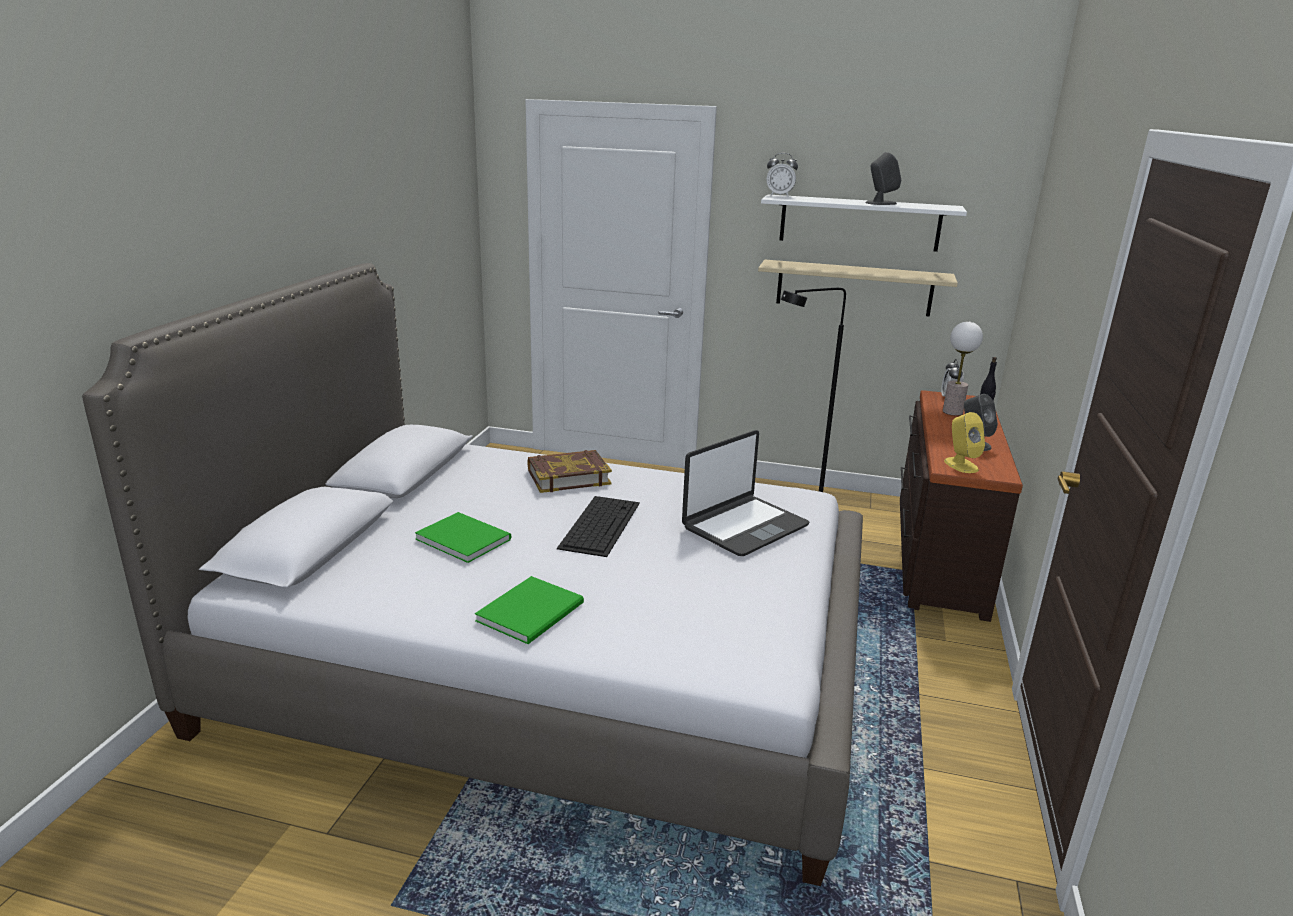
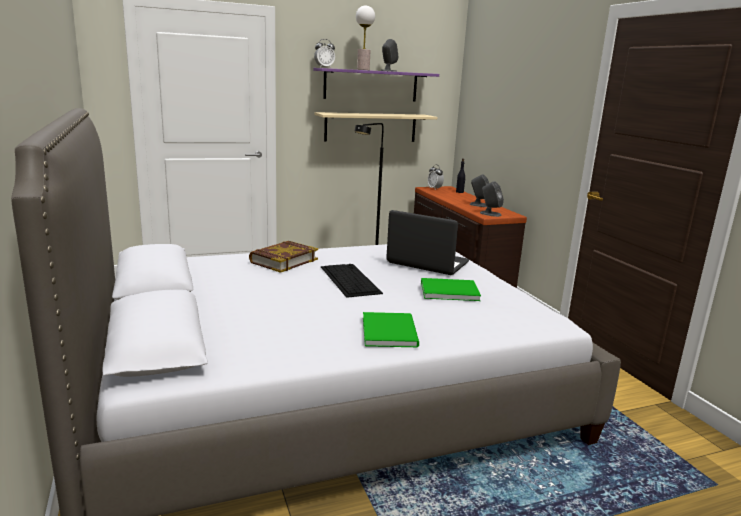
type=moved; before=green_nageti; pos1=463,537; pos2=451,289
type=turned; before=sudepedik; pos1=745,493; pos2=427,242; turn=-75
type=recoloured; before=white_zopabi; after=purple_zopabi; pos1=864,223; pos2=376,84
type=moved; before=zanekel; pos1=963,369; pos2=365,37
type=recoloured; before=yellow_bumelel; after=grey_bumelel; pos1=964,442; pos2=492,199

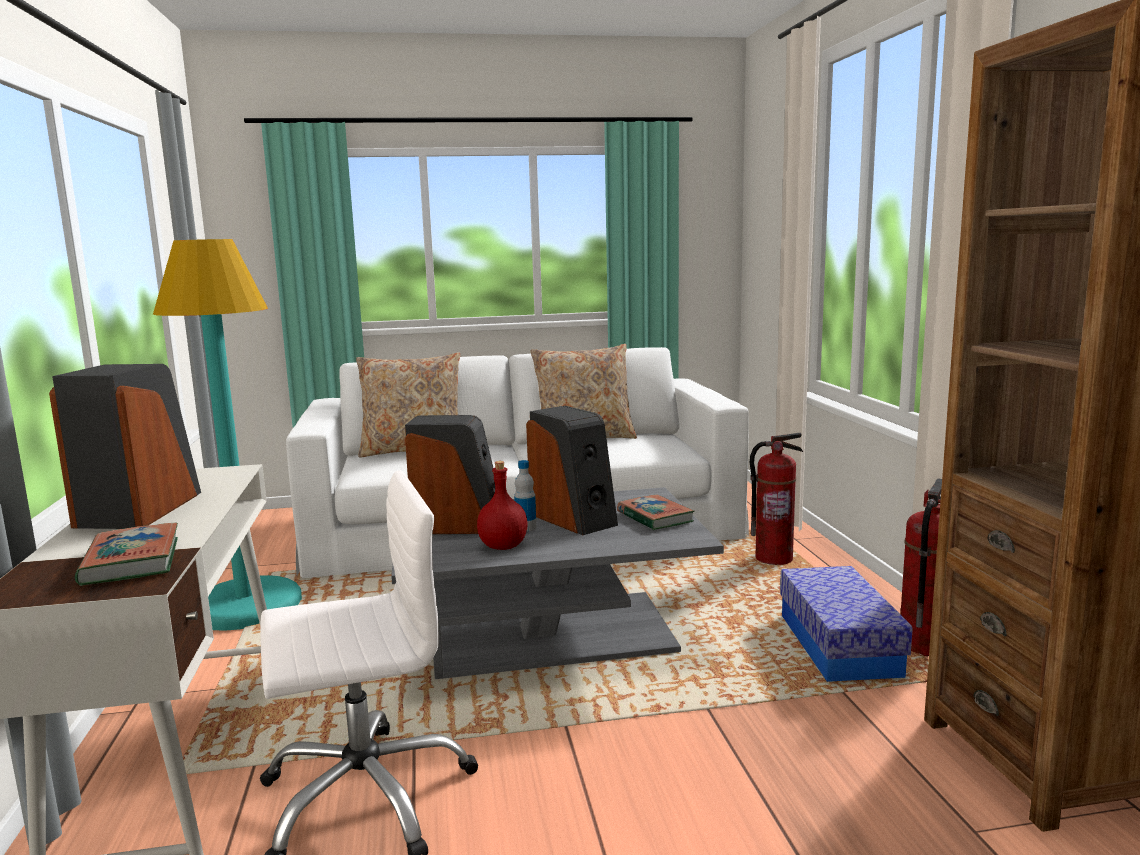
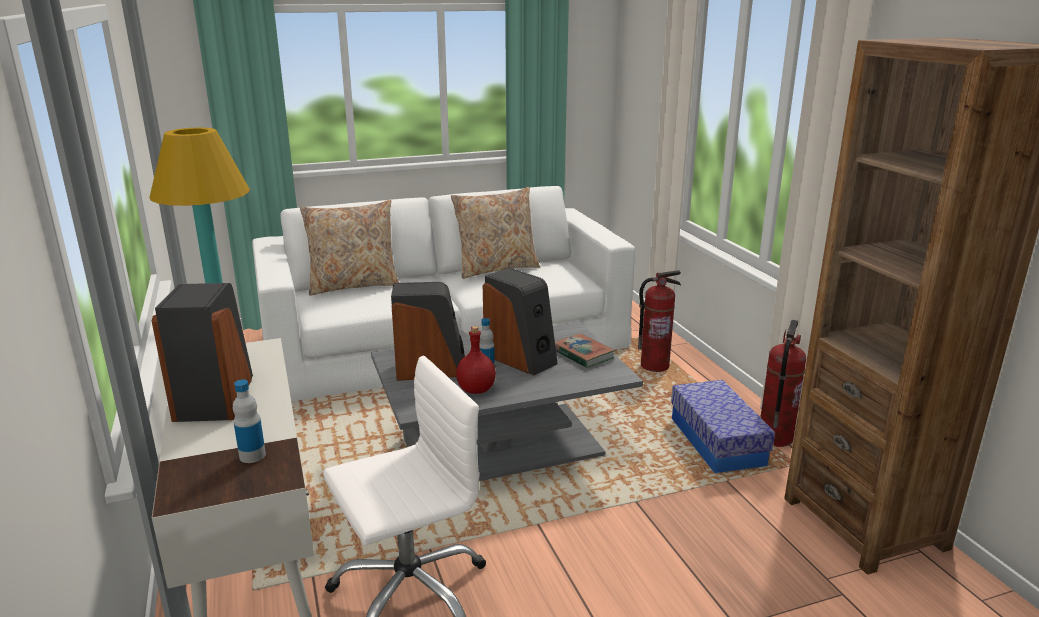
type=replaced; before=nageti; after=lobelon; pos1=126,554; pos2=249,421

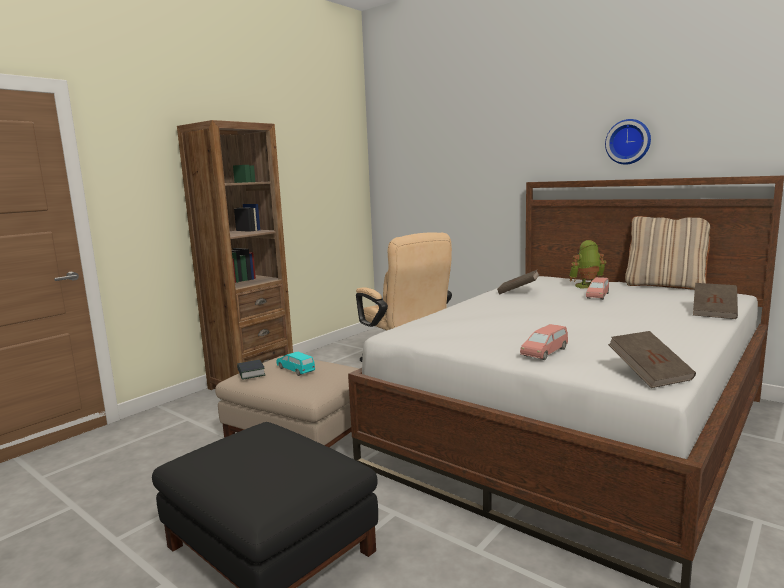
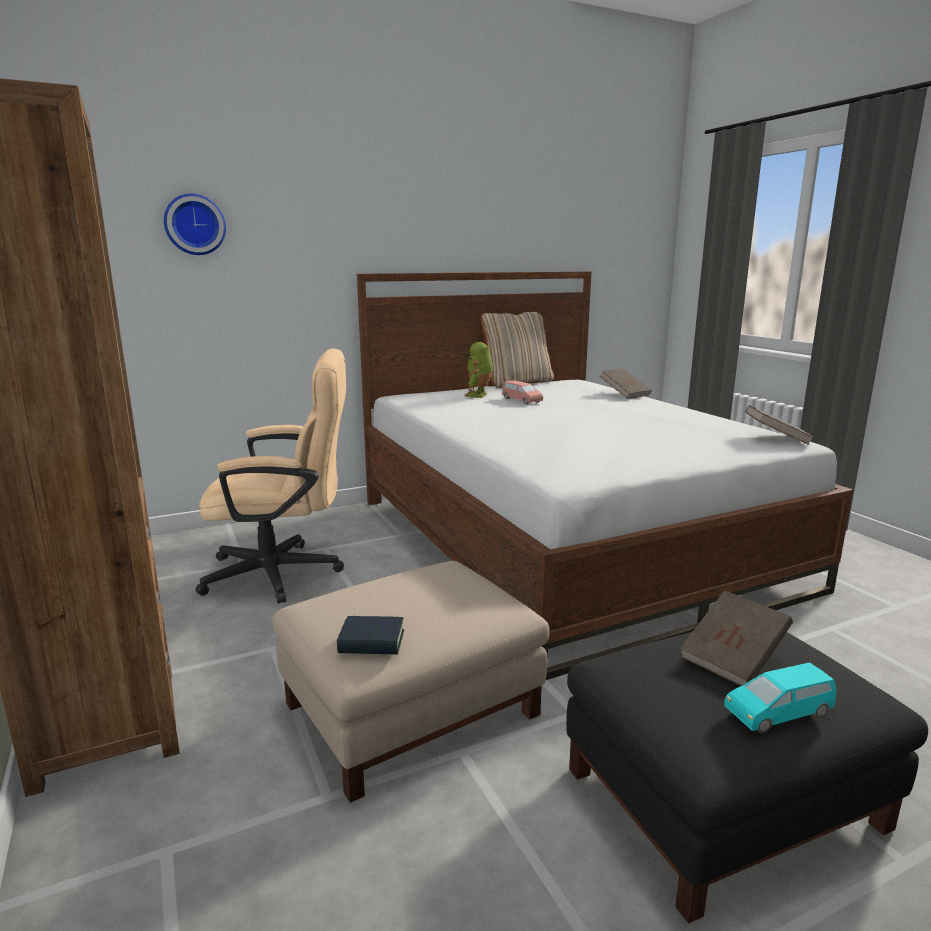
type=moved; before=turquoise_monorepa; pos1=295,364; pos2=780,697
type=moved; before=brown_nageti; pos1=518,282; pos2=736,638
type=removed; before=pink_monorepa; pos1=544,342
type=moved; before=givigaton; pos1=628,142; pos2=195,224

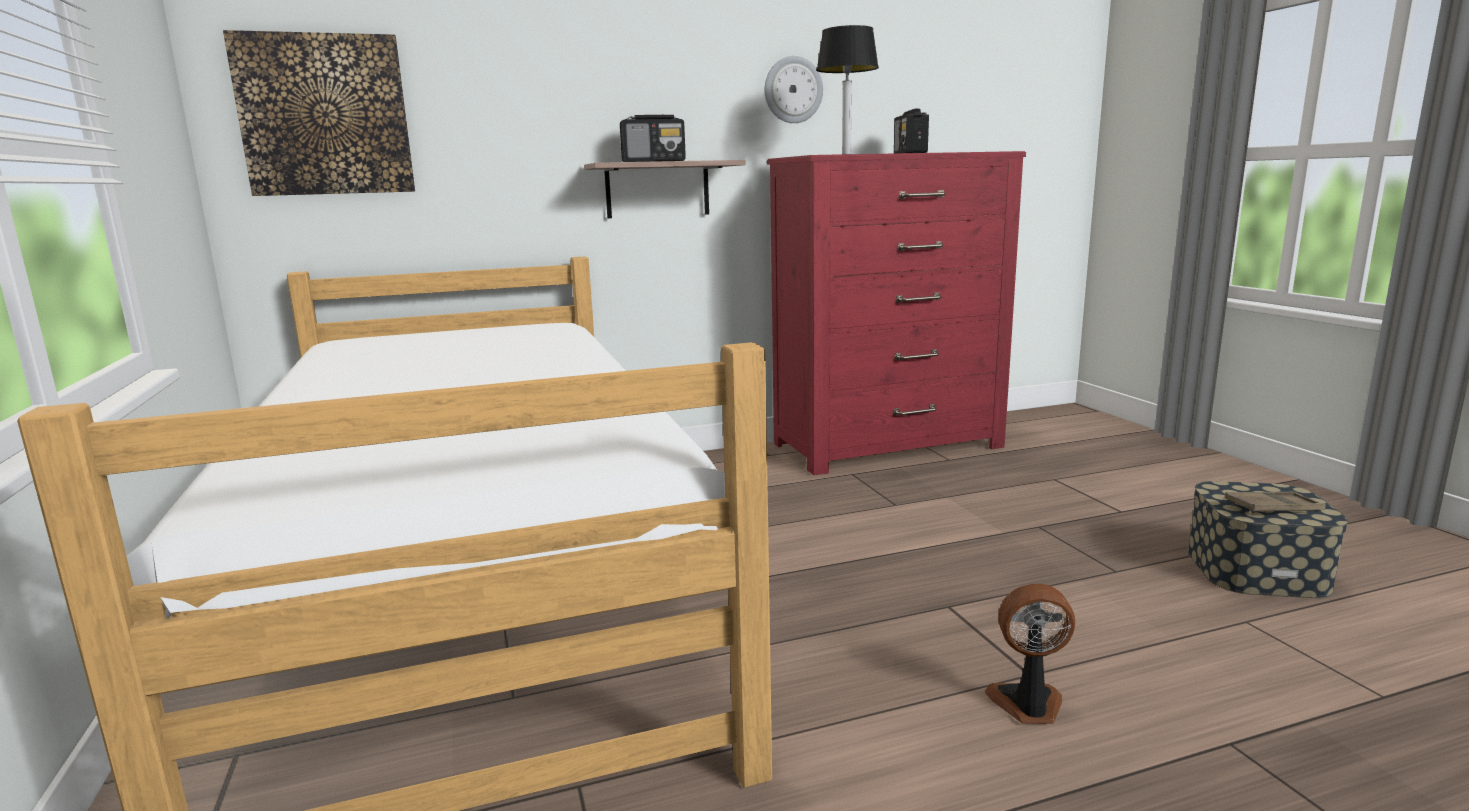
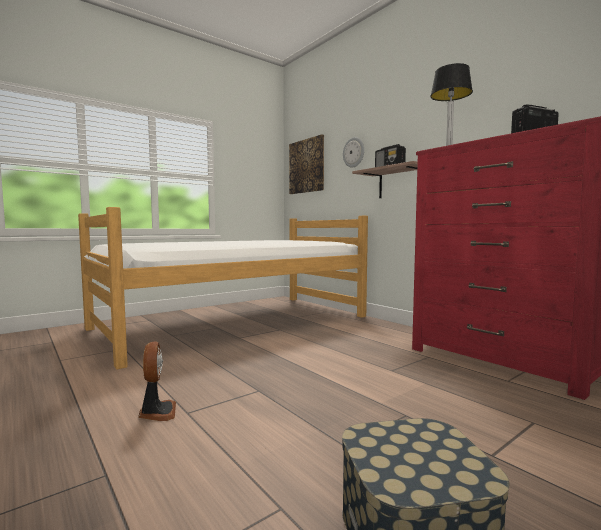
type=moved; before=givigaton; pos1=794,89; pos2=353,152
type=removed; before=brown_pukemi; pos1=1275,503

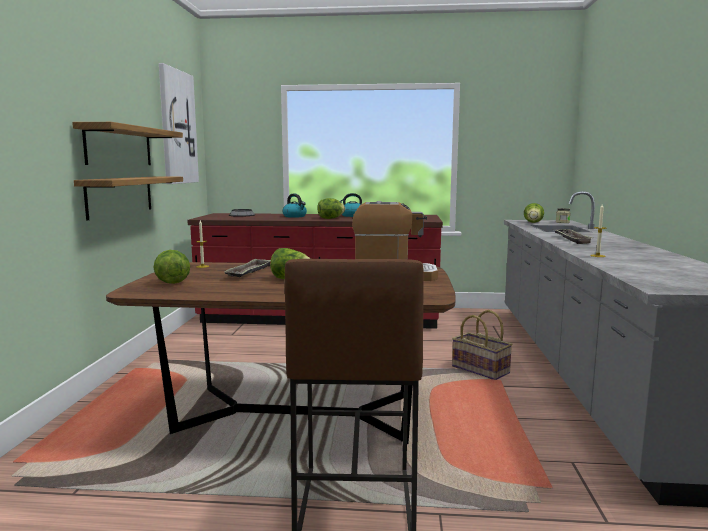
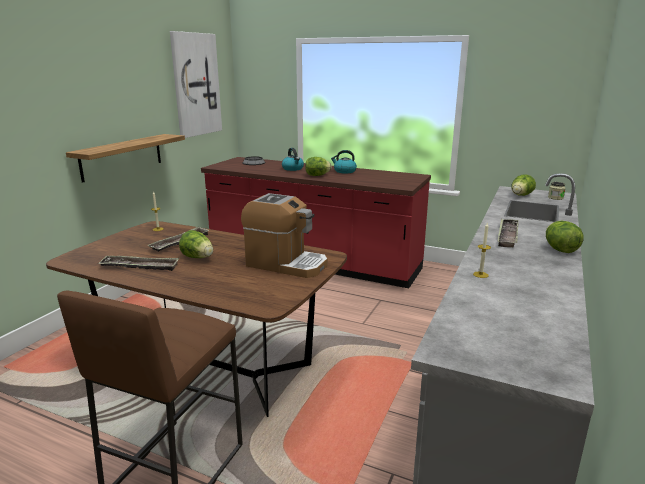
type=removed; before=zopabi; pos1=127,143
type=moved; before=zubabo; pos1=171,267; pos2=565,237
type=removed; before=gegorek; pos1=482,345
type=added; after=pukemi; pos2=138,263

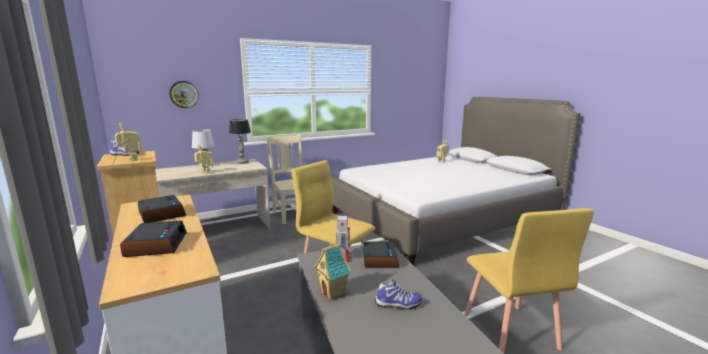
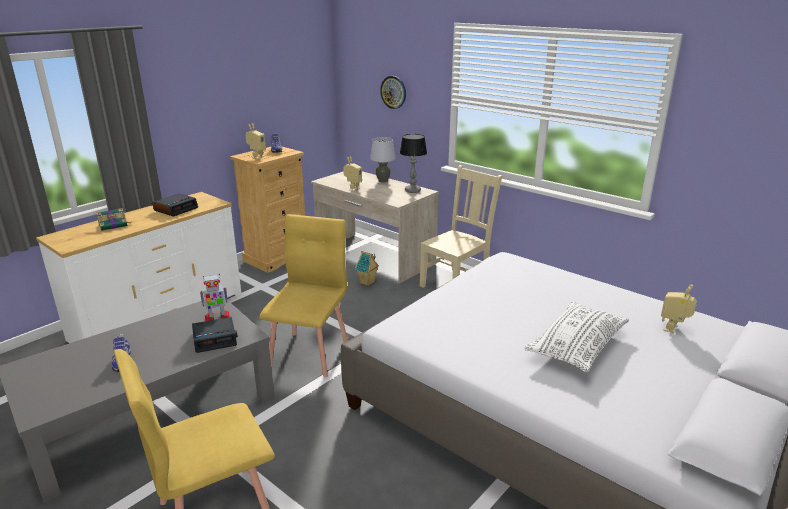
type=replaced; before=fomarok; after=nageti; pos1=153,239; pos2=113,219
type=moved; before=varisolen; pos1=332,271; pos2=367,268
type=added; after=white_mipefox; pos2=577,336

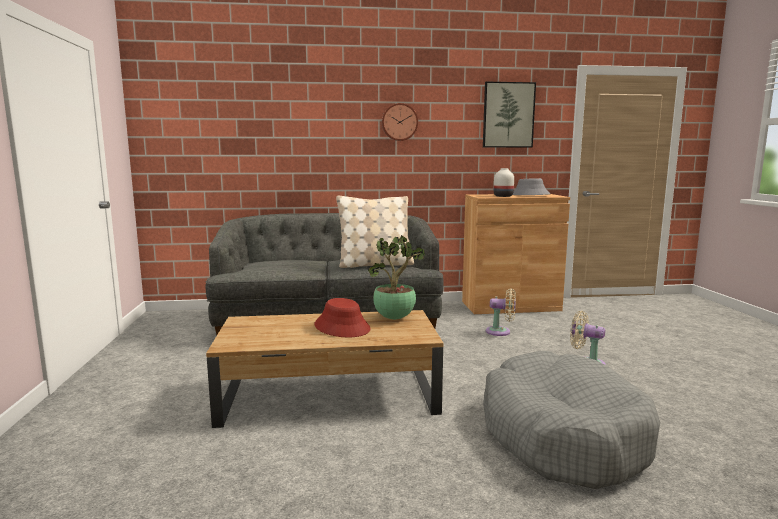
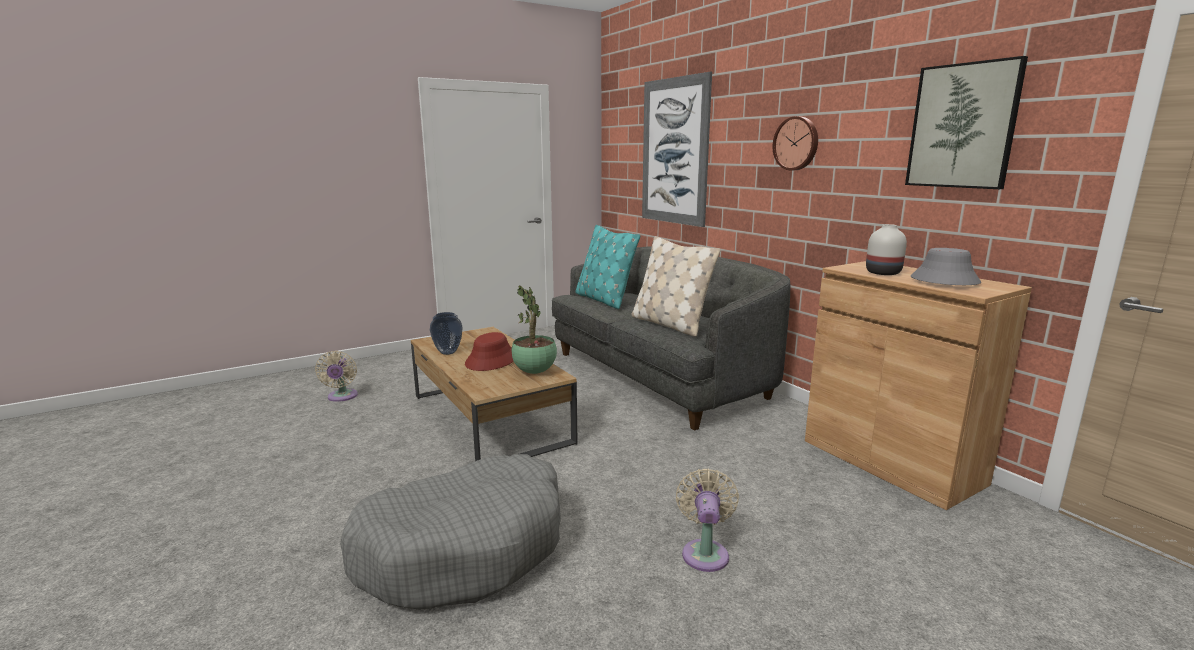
type=moved; before=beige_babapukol; pos1=501,312; pos2=336,376
type=added; after=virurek; pos2=446,333
type=added; after=turquoise_mipefox; pos2=608,267
type=added; after=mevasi; pos2=677,149

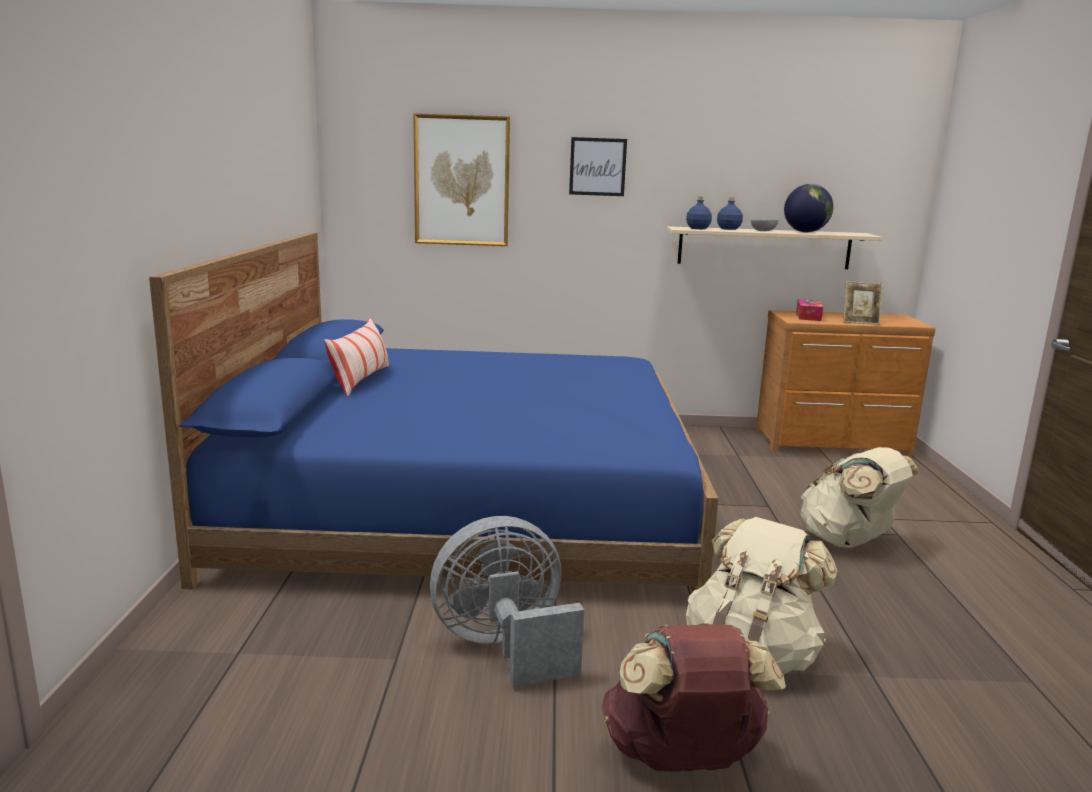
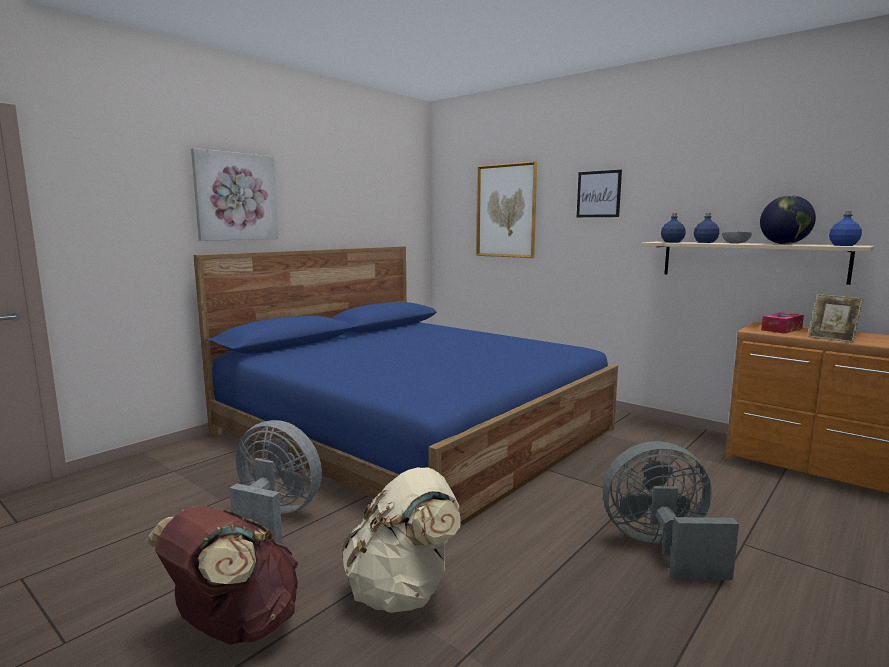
type=removed; before=mipefox; pos1=357,357
type=replaced; before=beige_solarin; after=grey_babapukol; pos1=860,497; pos2=671,510
type=added; after=mevasi; pos2=234,194
type=added; after=blue_lobelon; pos2=845,228

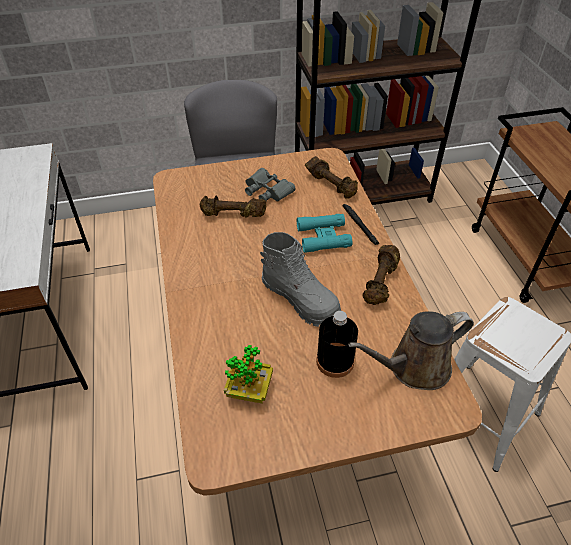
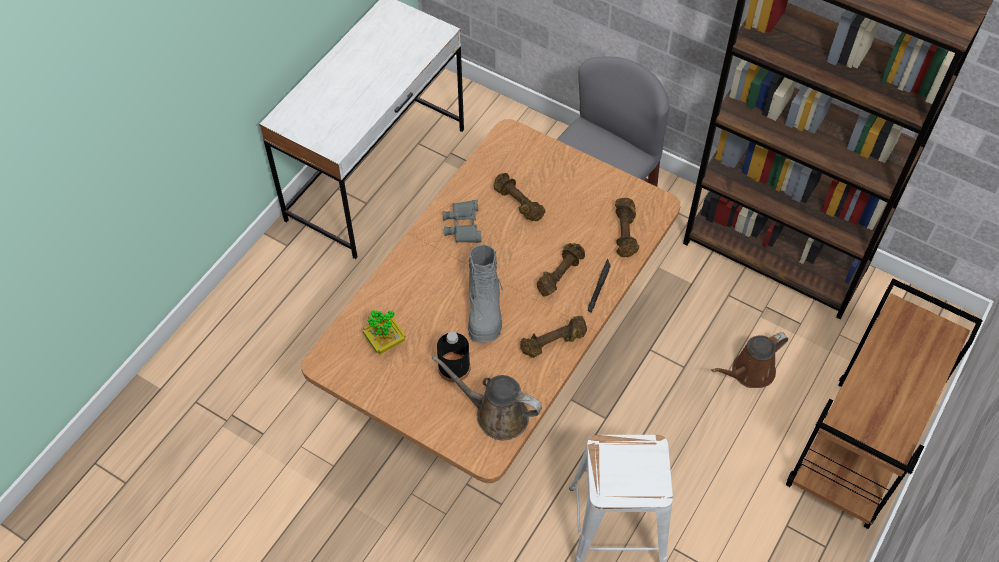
type=moved; before=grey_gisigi; pos1=270,184; pos2=462,221
type=replaced; before=turquoise_gisigi; after=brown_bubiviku; pos1=324,233; pos2=561,269
type=added; after=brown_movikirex; pos2=749,360

